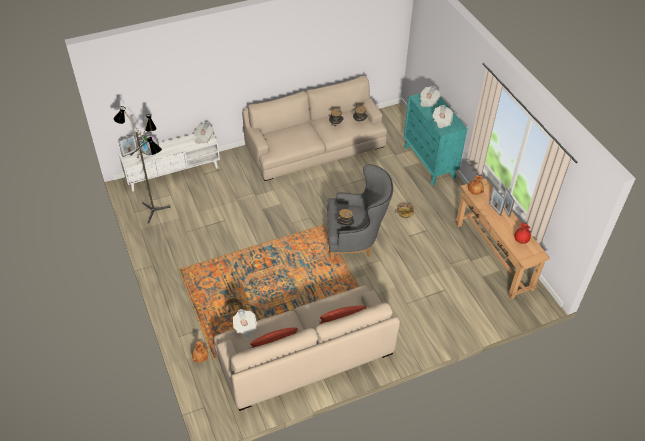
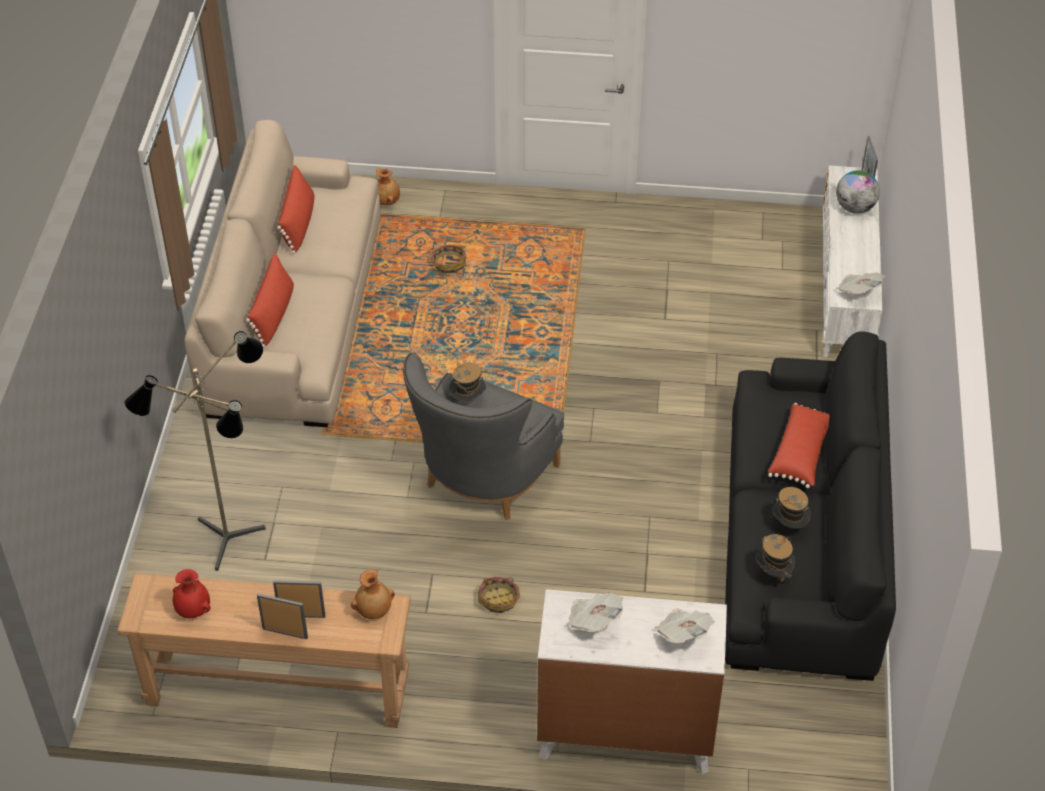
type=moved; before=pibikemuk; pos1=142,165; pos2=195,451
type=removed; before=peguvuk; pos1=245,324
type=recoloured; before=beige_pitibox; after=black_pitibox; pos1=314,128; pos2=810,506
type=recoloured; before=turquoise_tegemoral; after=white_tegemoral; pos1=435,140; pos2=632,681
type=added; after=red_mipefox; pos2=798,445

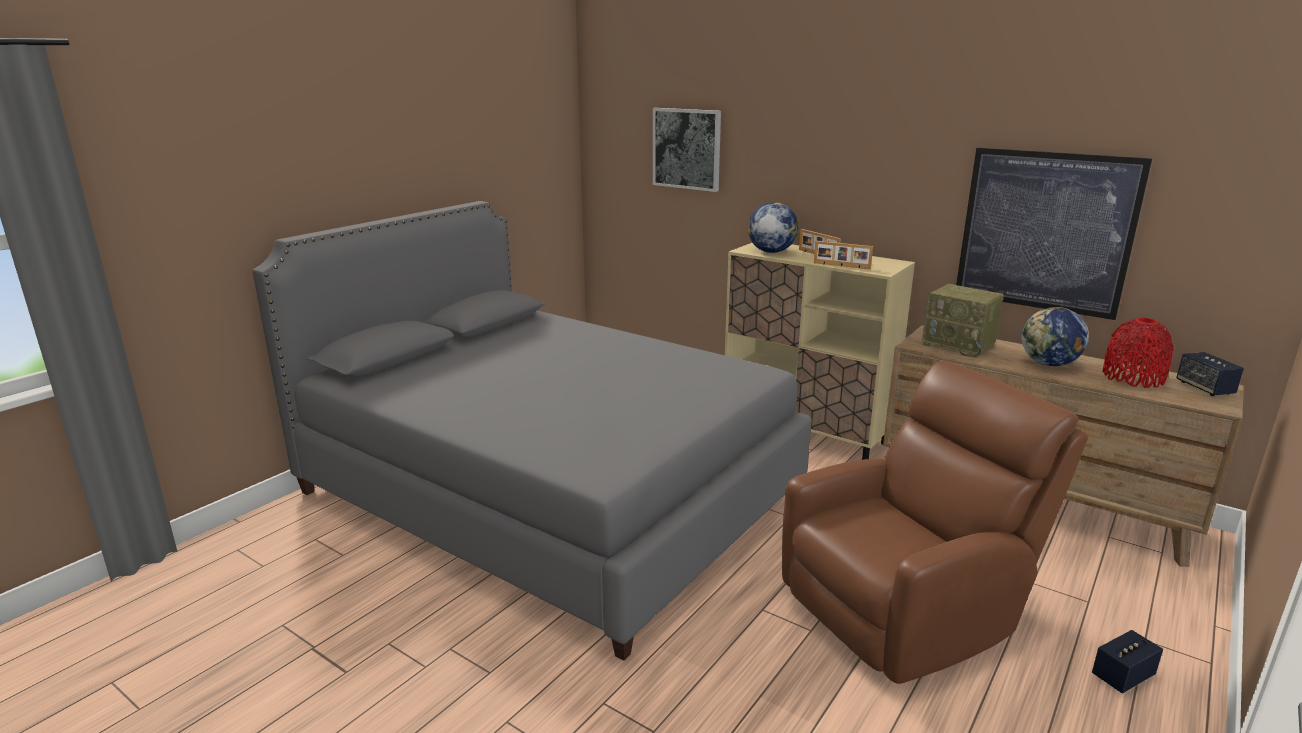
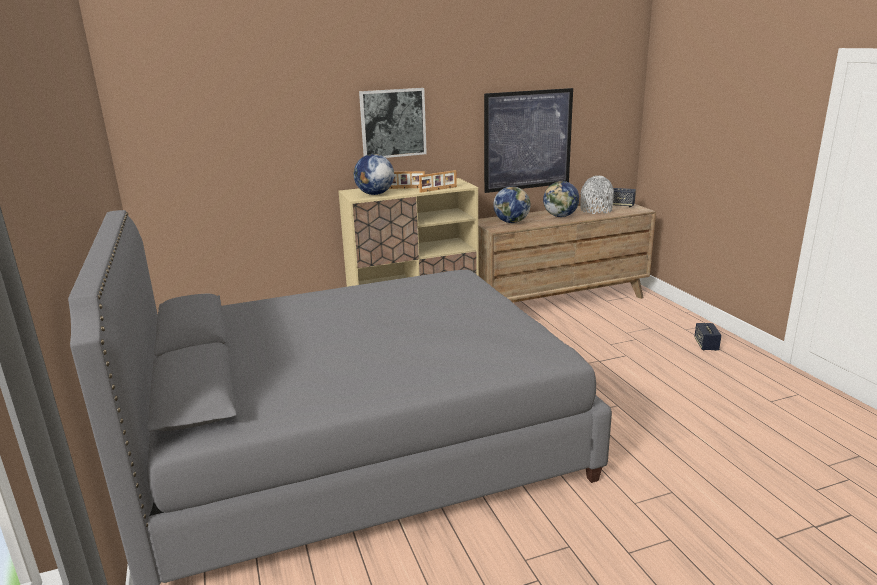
type=moved; before=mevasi; pos1=687,150; pos2=393,123
type=removed; before=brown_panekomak; pos1=935,522
type=replaced; before=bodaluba; after=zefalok; pos1=963,321; pos2=512,204
type=recoloured; before=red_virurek; after=grey_virurek; pos1=1138,353; pos2=597,195

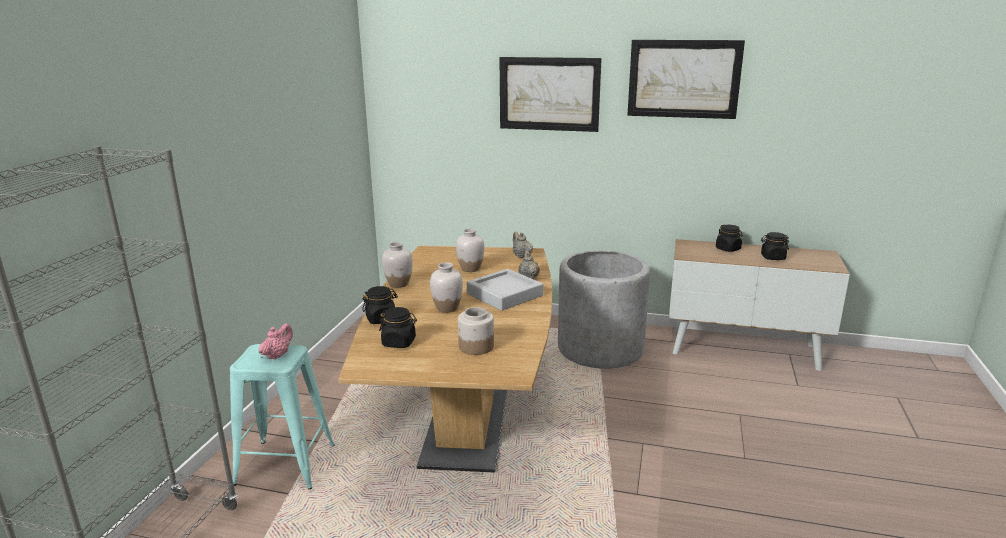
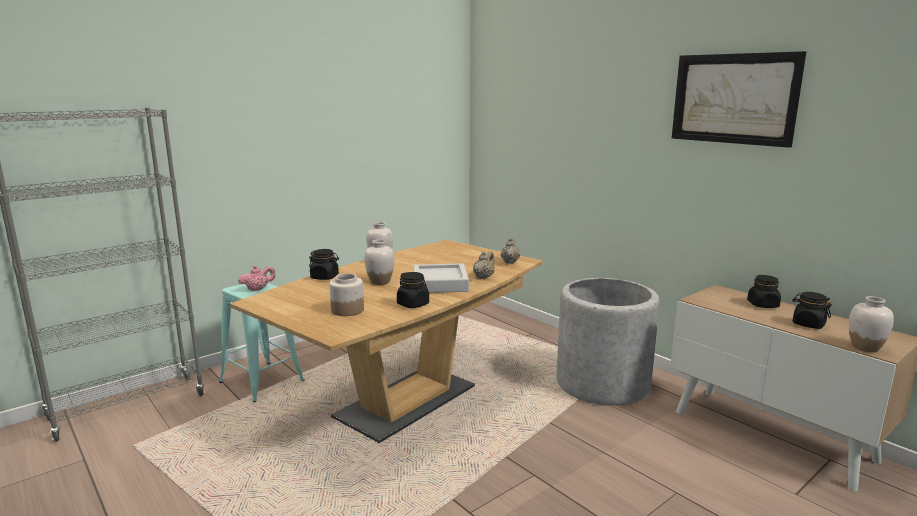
type=moved; before=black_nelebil; pos1=398,327; pos2=413,290
type=moved; before=white_virurek; pos1=470,250; pos2=871,324
type=removed; before=mevasi; pos1=551,94

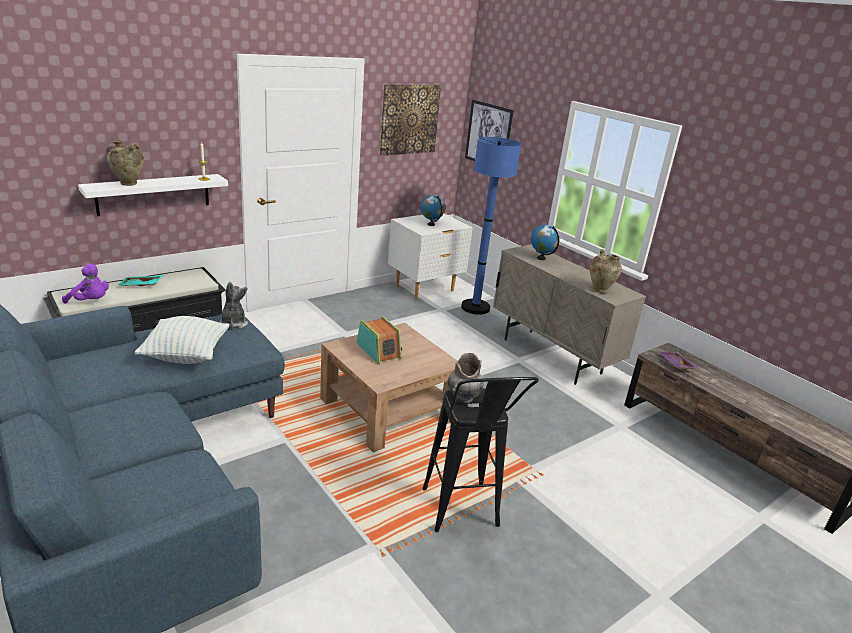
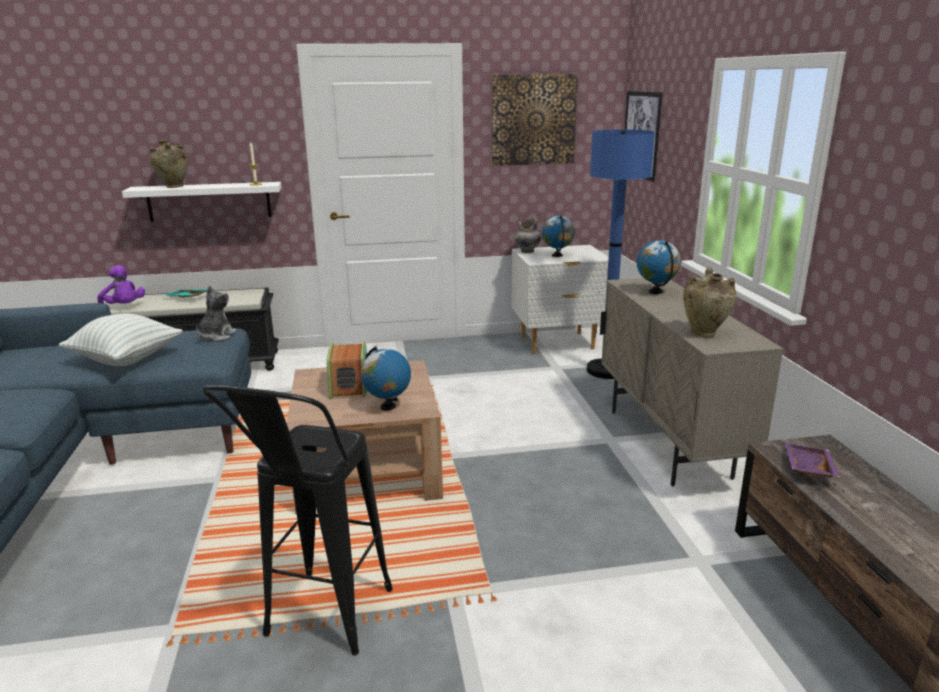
type=moved; before=grey_virurek; pos1=466,378; pos2=527,235
type=added; after=zefalok; pos2=386,378

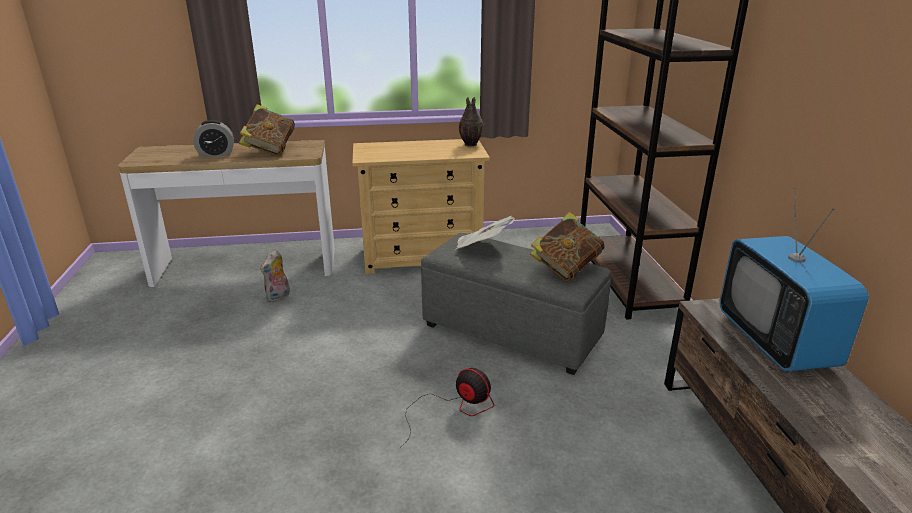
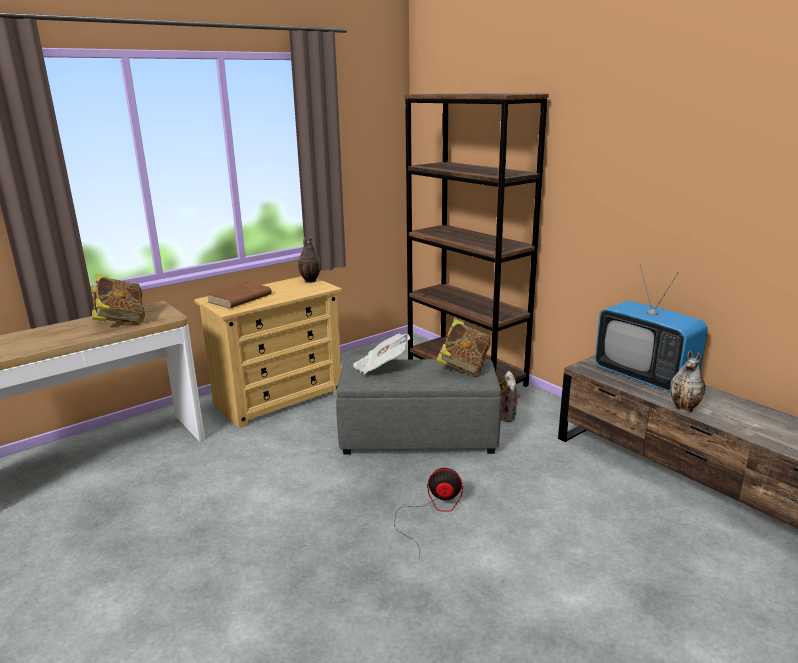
type=removed; before=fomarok; pos1=213,138
type=moved; before=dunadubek; pos1=275,276; pos2=511,396
type=added; after=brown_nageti; pos2=239,295
type=added; after=virurek; pos2=688,381

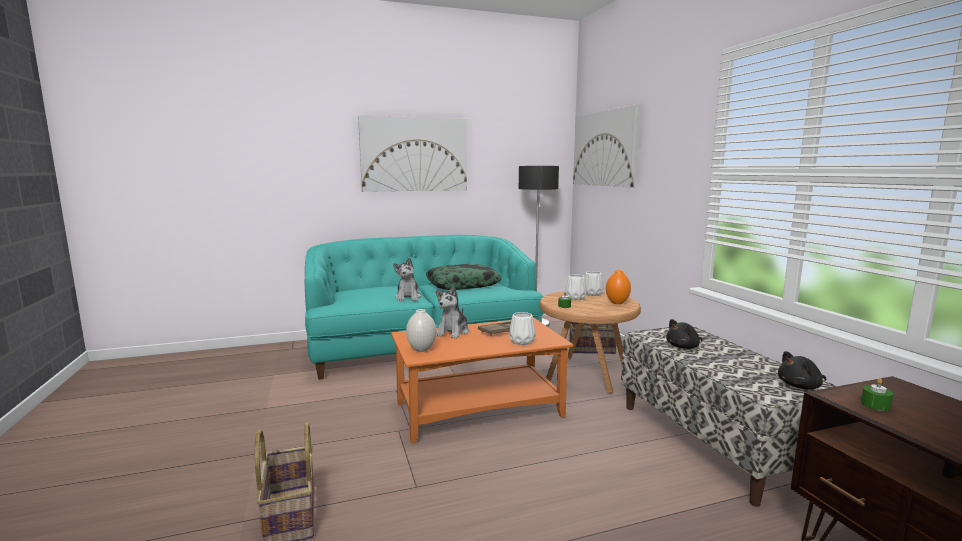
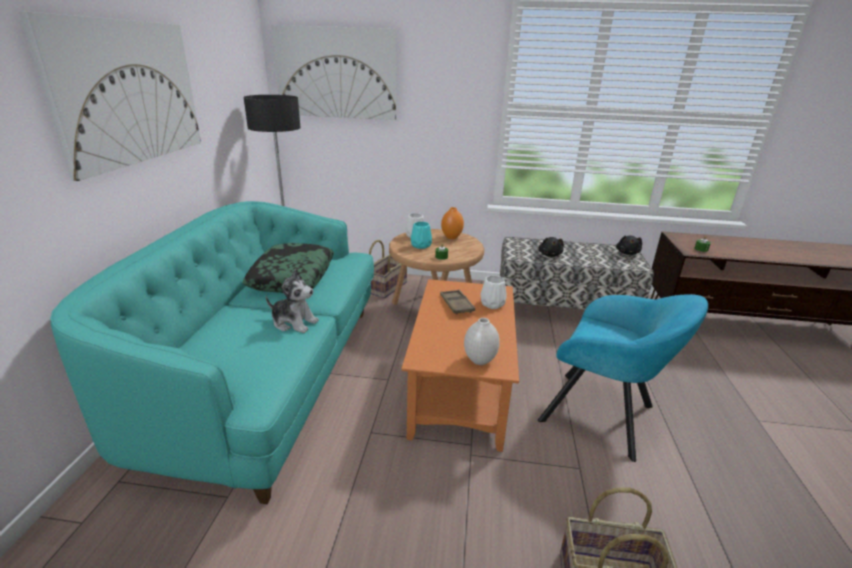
type=removed; before=dunadubek; pos1=452,312
type=recoloured; before=white_virurek; after=turquoise_virurek; pos1=576,287; pos2=421,235
type=added; after=turquoise_panekomak; pos2=623,378

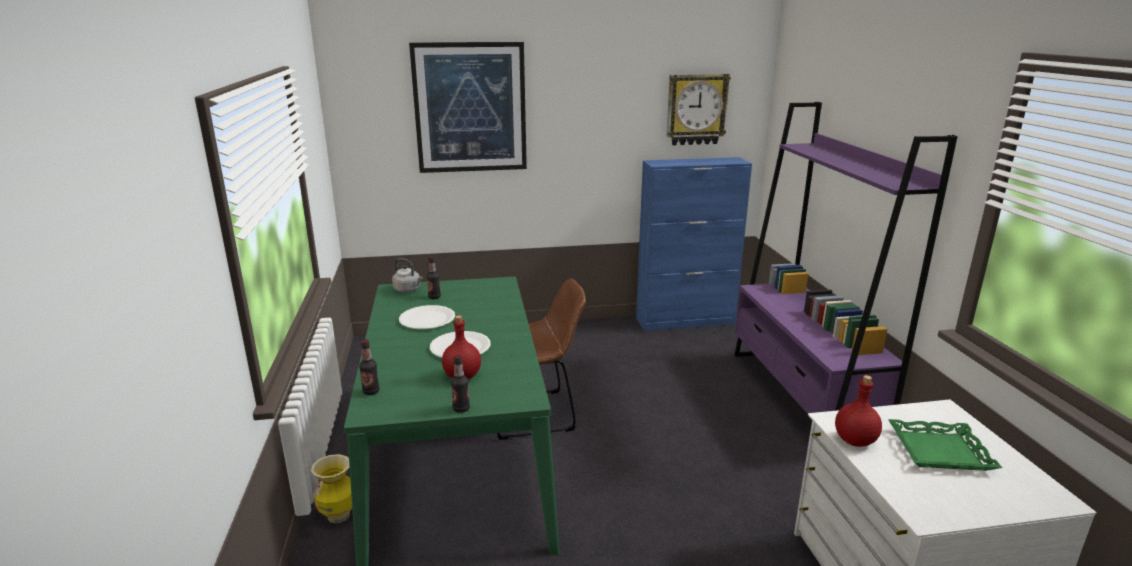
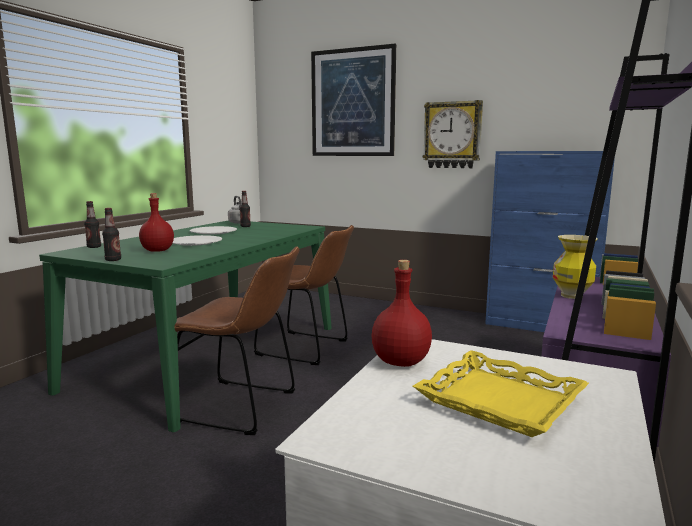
type=moved; before=virurek; pos1=331,488; pos2=575,267
type=moved; before=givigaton; pos1=698,109; pos2=453,134
type=recoloured; before=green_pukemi; after=yellow_pukemi; pos1=945,445; pos2=501,393
type=added; after=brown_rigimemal; pos2=236,341

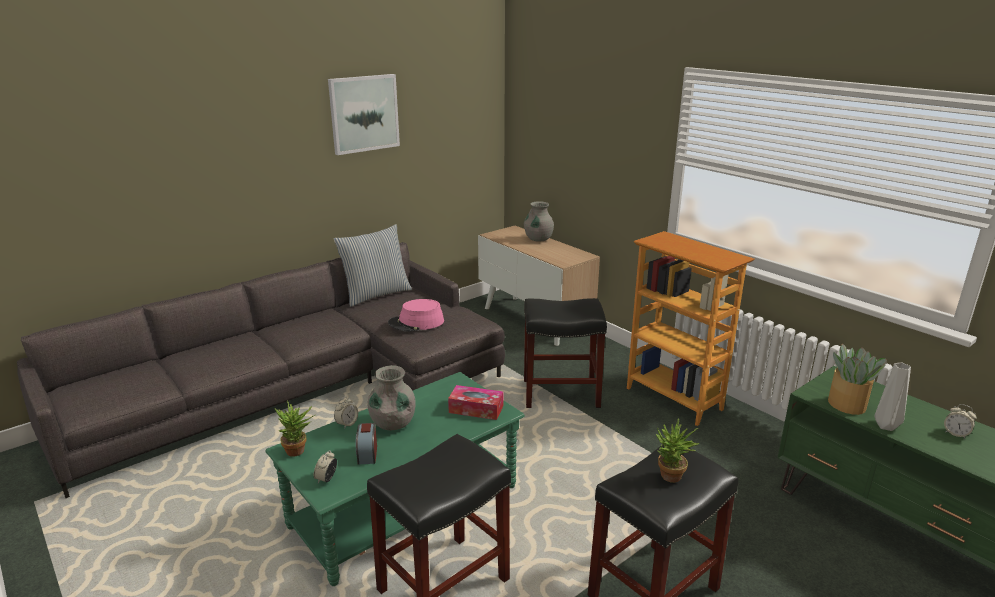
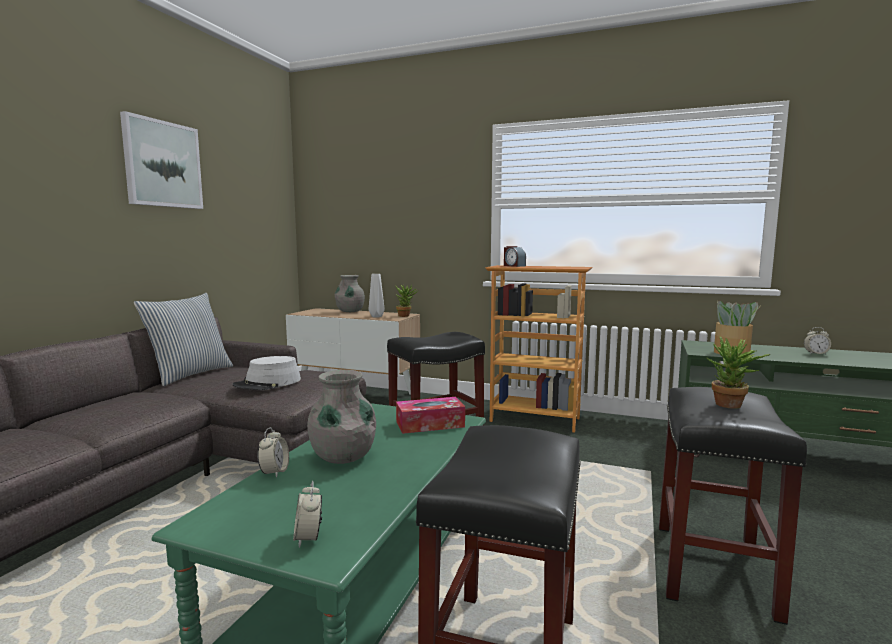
type=moved; before=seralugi; pos1=294,428; pos2=406,301
type=moved; before=fomarok; pos1=366,444; pos2=515,256
type=recoloured; before=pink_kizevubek; after=grey_kizevubek; pos1=416,315; pos2=266,373
type=moved; before=grey_virurek; pos1=892,397; pos2=377,295

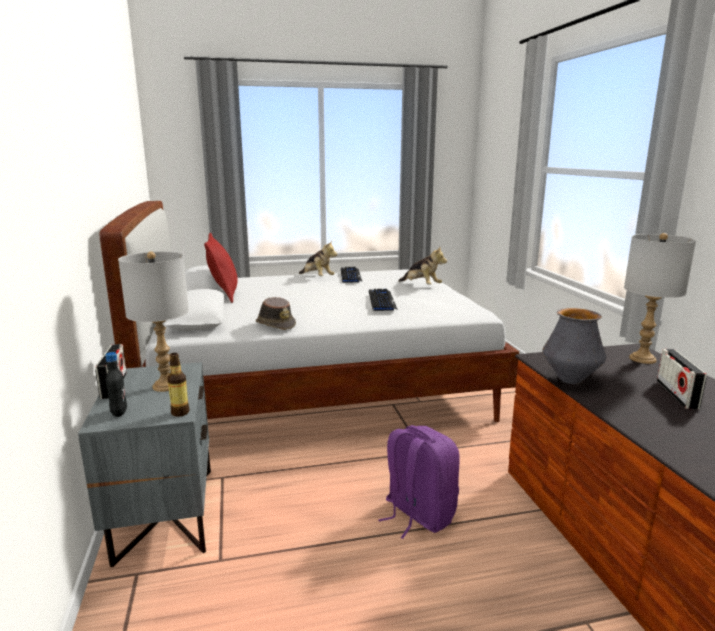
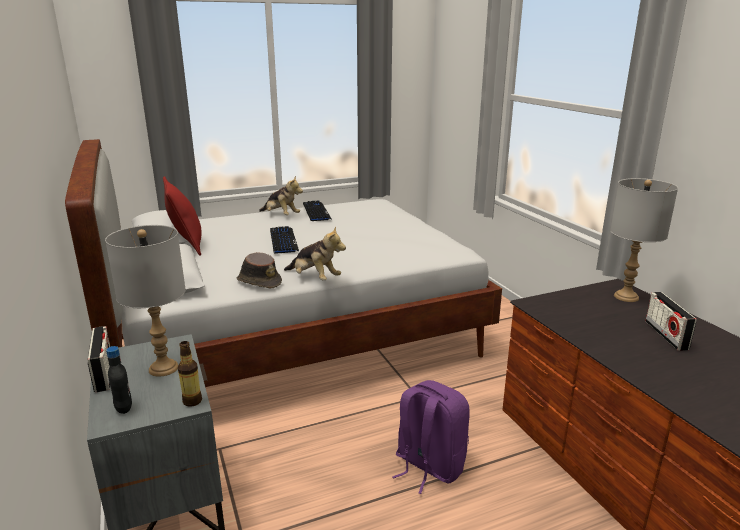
type=moved; before=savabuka; pos1=383,300; pos2=284,240
type=moved; before=dunadubek; pos1=422,266; pos2=315,253
type=removed; before=virurek; pos1=574,346

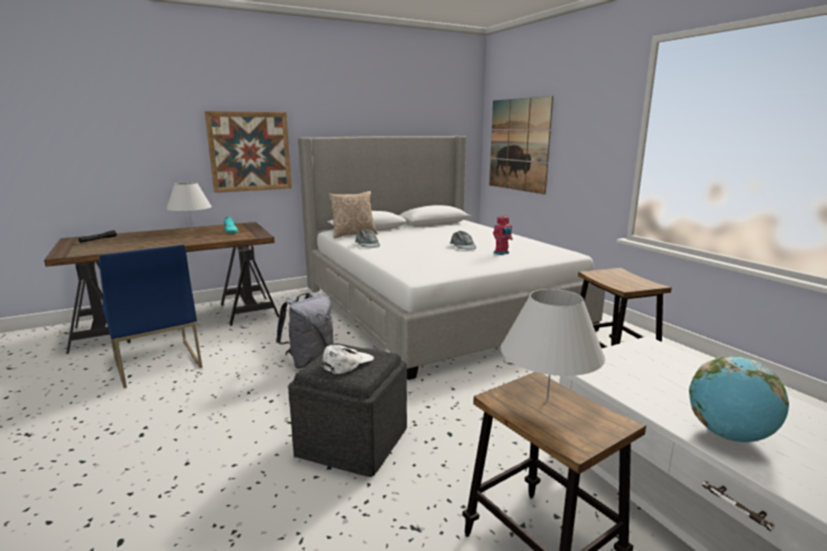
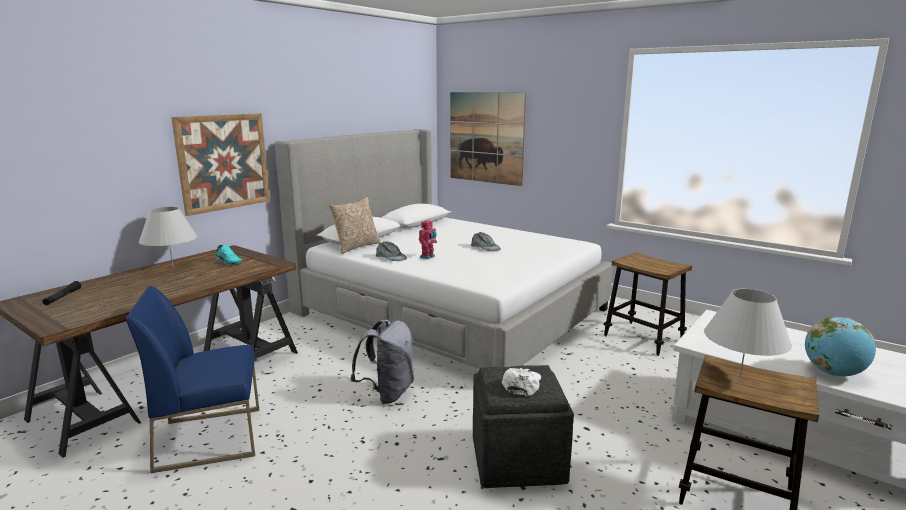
type=turned; before=blue_rigimemal; pos1=151,316; pos2=192,379; turn=135
type=moved; before=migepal; pos1=503,235; pos2=428,239

